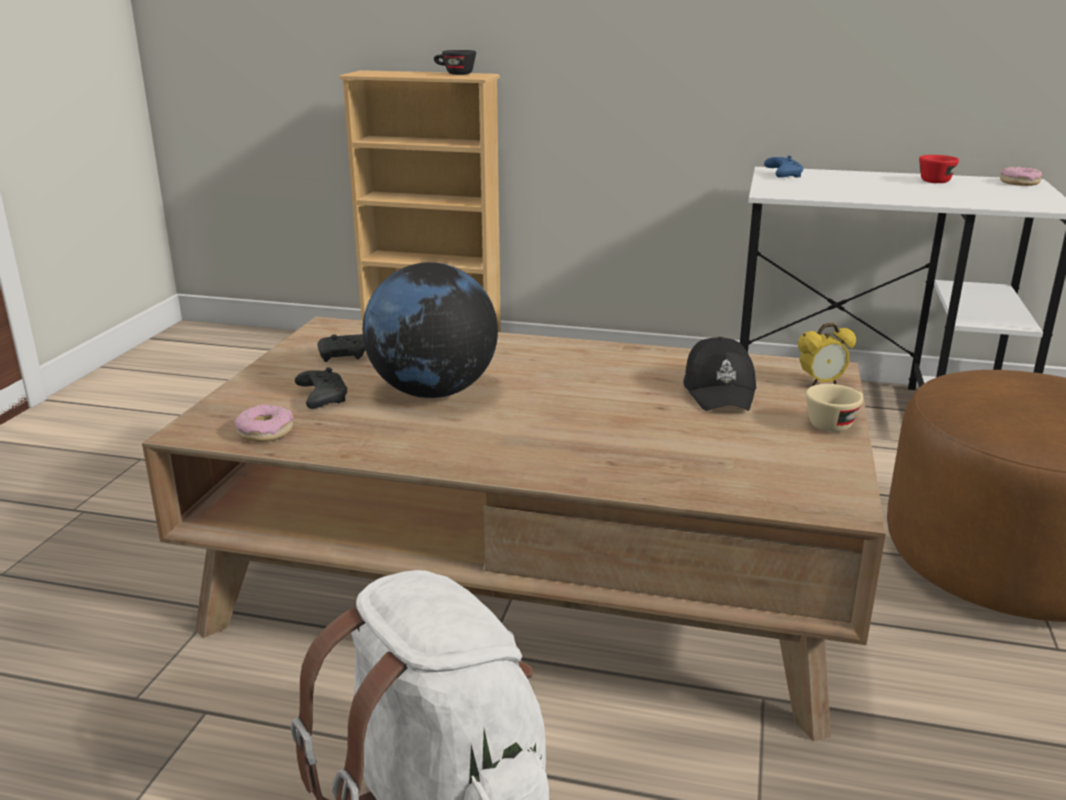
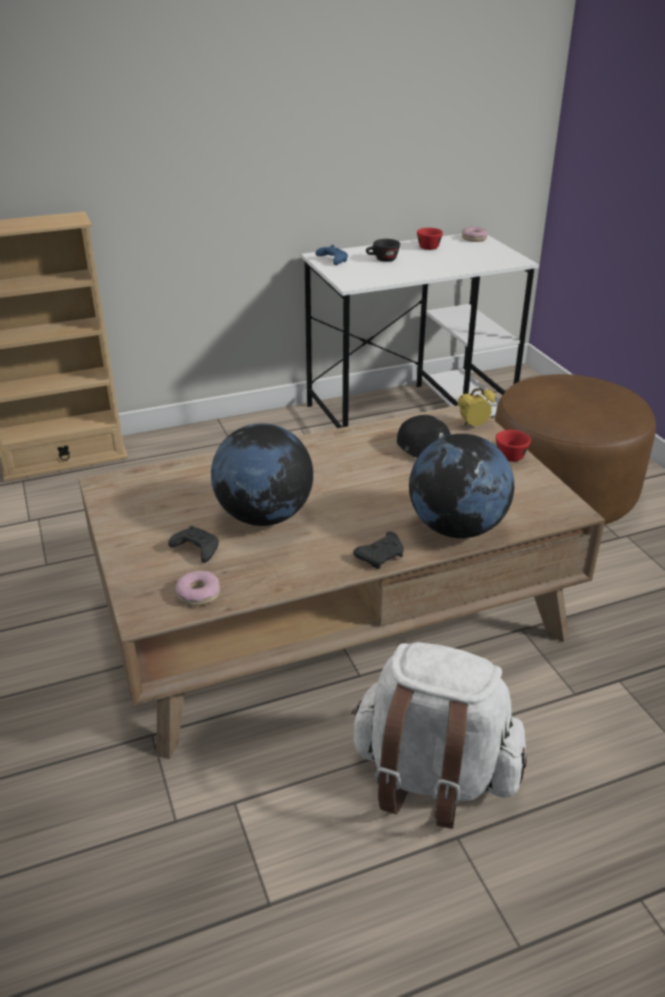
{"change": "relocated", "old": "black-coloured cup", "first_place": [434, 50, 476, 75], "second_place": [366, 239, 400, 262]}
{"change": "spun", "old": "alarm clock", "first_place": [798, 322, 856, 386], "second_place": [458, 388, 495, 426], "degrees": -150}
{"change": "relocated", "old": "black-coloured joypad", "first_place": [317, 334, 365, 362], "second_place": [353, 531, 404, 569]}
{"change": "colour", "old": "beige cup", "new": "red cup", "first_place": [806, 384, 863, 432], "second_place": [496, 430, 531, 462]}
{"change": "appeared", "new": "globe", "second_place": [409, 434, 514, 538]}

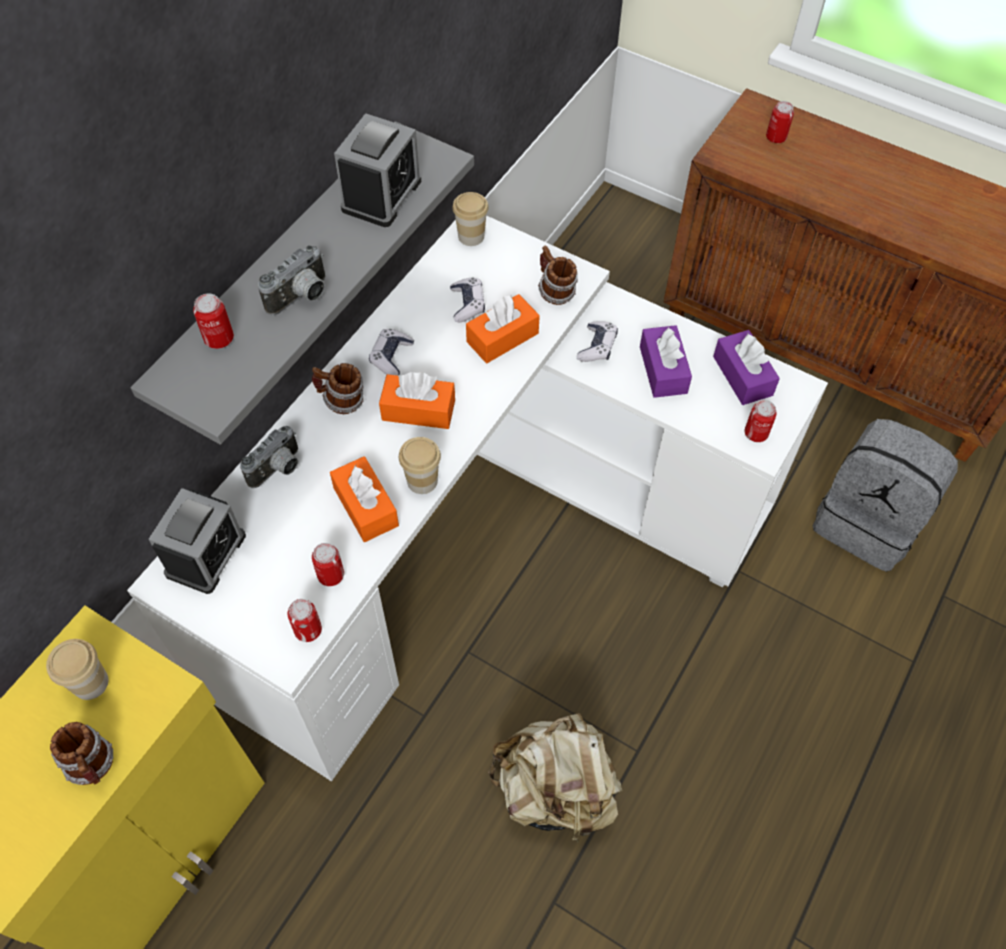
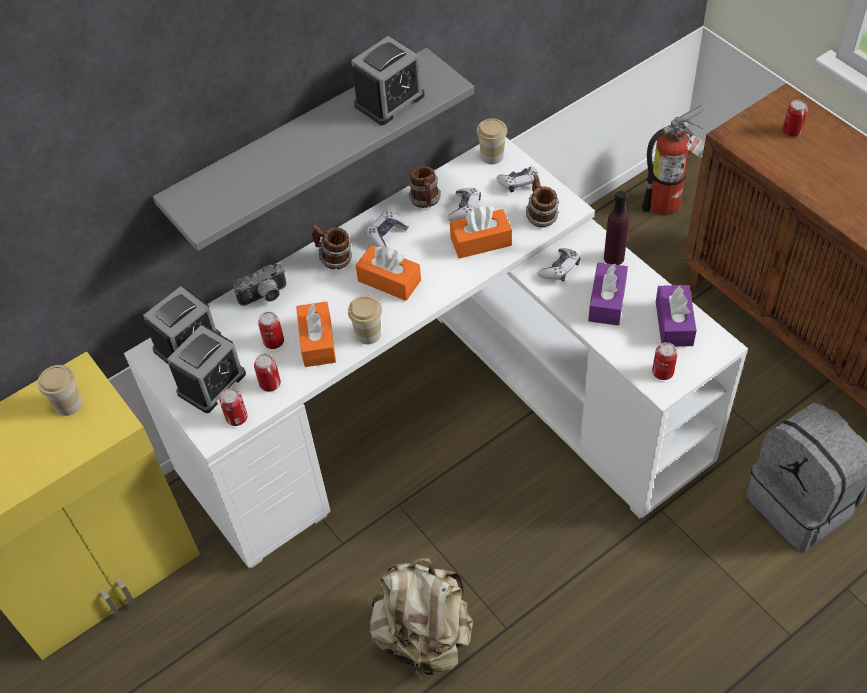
{"change": "missing", "old": "photo camera", "first_place": [258, 245, 325, 315]}
{"change": "relocated", "old": "sealed can", "first_place": [193, 293, 234, 349], "second_place": [258, 312, 284, 349]}
{"change": "relocated", "old": "coffee mug", "first_place": [50, 722, 113, 785], "second_place": [408, 166, 441, 208]}
{"change": "appeared", "new": "fire-fighting cylinder", "second_place": [642, 105, 705, 216]}
{"change": "appeared", "new": "joypad", "second_place": [497, 166, 539, 193]}
{"change": "appeared", "new": "purple drink bottle", "second_place": [604, 191, 629, 265]}
{"change": "appeared", "new": "alarm clock", "second_place": [167, 325, 246, 413]}

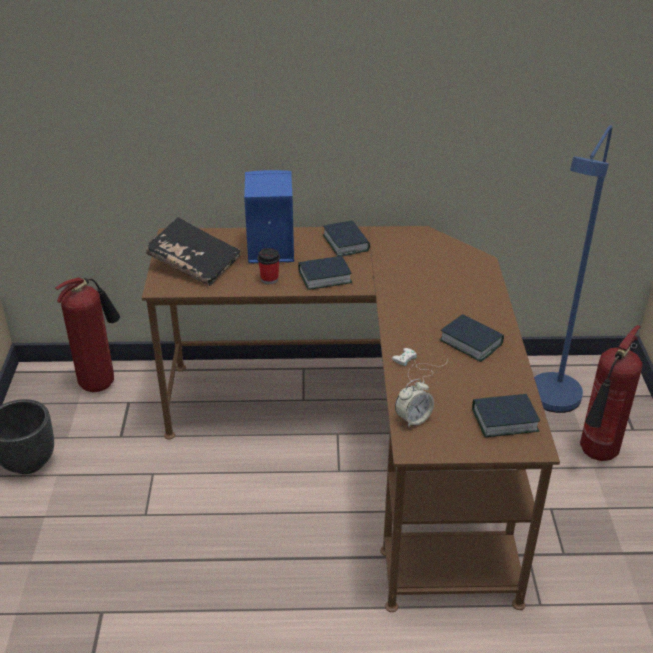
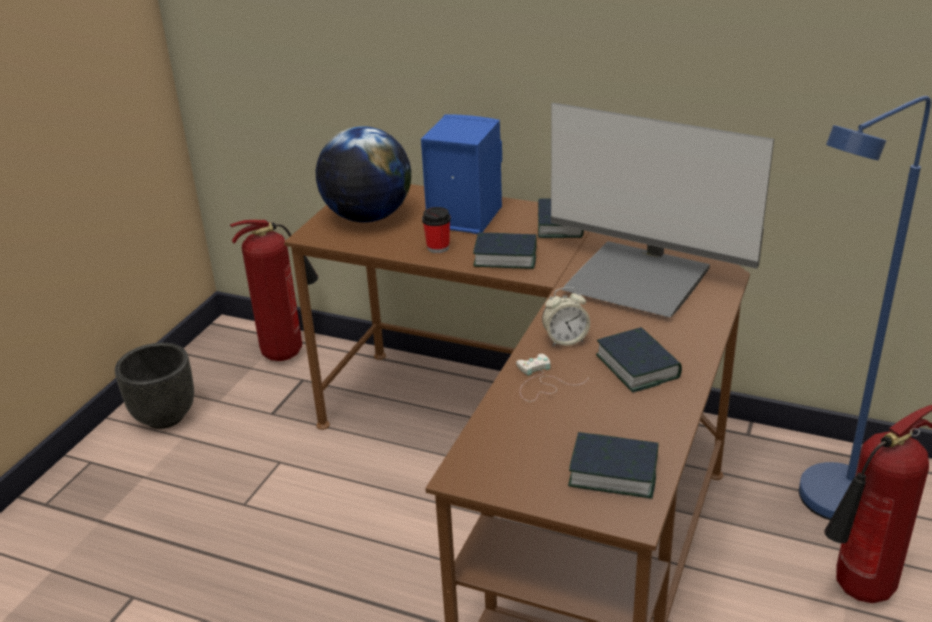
{"change": "exchanged", "old": "black-coloured volume", "new": "globe", "first_place": [146, 217, 241, 286], "second_place": [316, 126, 411, 223]}
{"change": "relocated", "old": "alarm clock", "first_place": [395, 379, 434, 427], "second_place": [542, 287, 590, 346]}
{"change": "appeared", "new": "monitor", "second_place": [551, 103, 774, 317]}

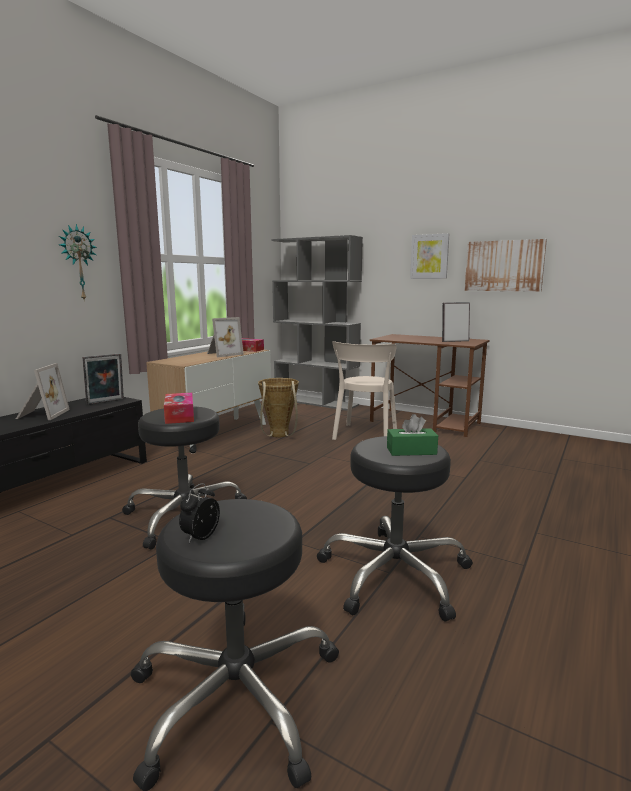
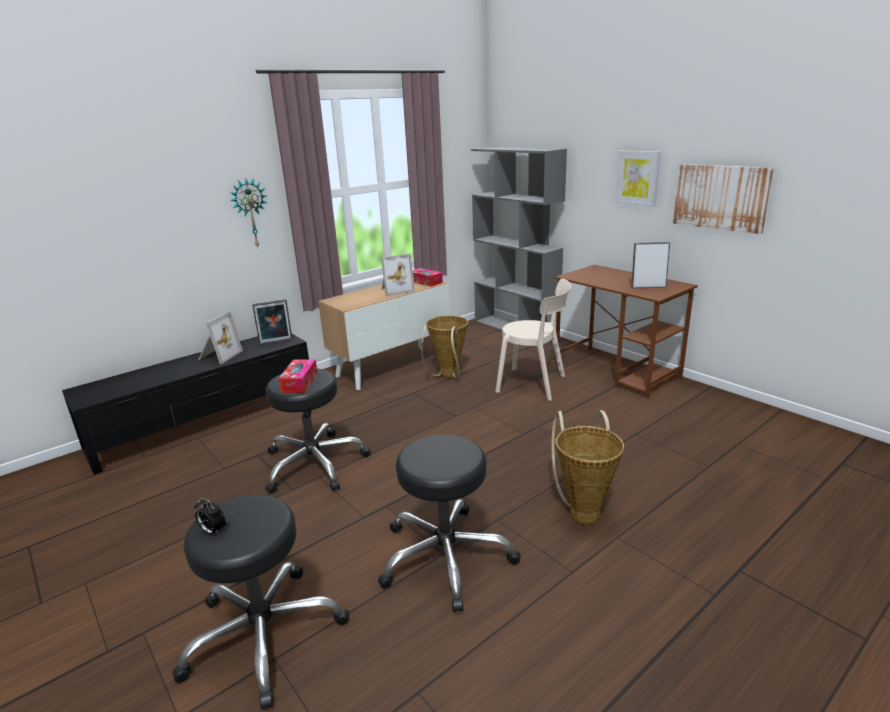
{"change": "spun", "old": "beige chair", "first_place": [332, 341, 397, 440], "second_place": [495, 279, 571, 401], "degrees": -105}
{"change": "missing", "old": "greenish tissue holder", "first_place": [387, 414, 438, 456]}
{"change": "spun", "old": "alarm clock", "first_place": [179, 483, 220, 543], "second_place": [194, 498, 226, 535], "degrees": -105}
{"change": "appeared", "new": "storage basket", "second_place": [551, 410, 624, 525]}

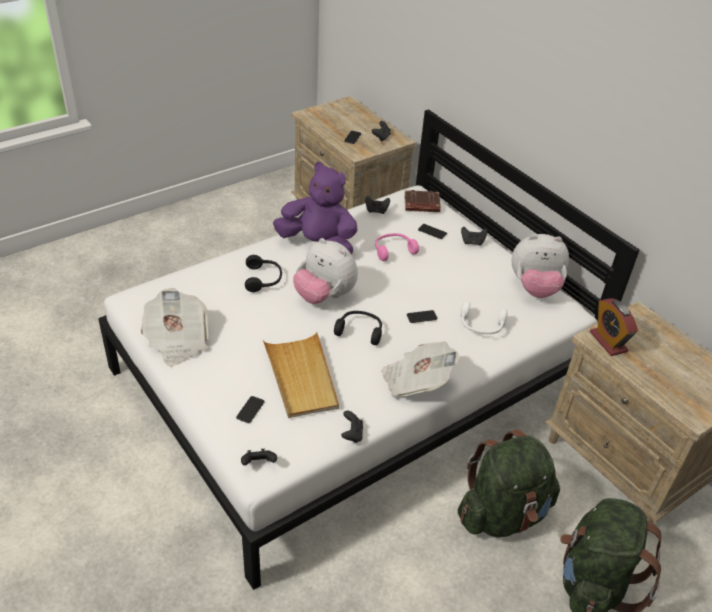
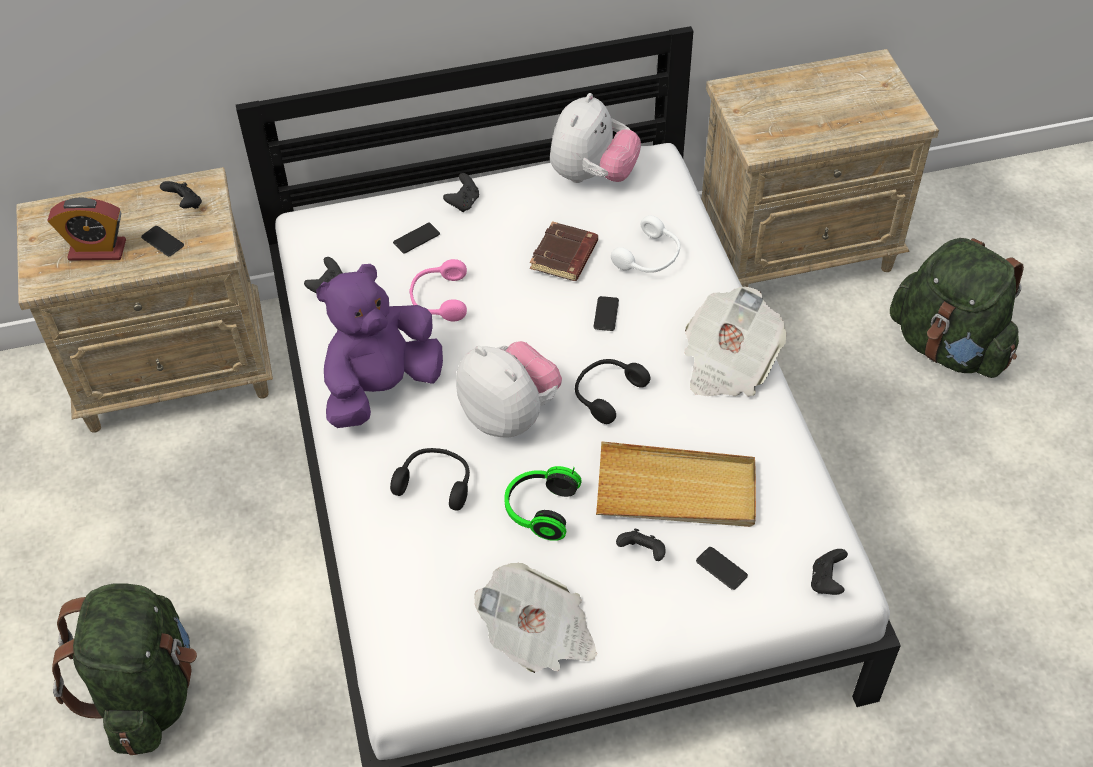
{"change": "relocated", "old": "brown volume", "first_place": [404, 190, 441, 212], "second_place": [530, 221, 598, 281]}
{"change": "spun", "old": "plush toy", "first_place": [293, 238, 358, 304], "second_place": [456, 341, 562, 438], "degrees": -105}
{"change": "relocated", "old": "alarm clock", "first_place": [590, 298, 638, 356], "second_place": [48, 197, 126, 261]}
{"change": "relocated", "old": "black-coloured joypad", "first_place": [341, 411, 363, 443], "second_place": [616, 528, 666, 561]}
{"change": "relocated", "old": "greenish backpack", "first_place": [458, 430, 560, 538], "second_place": [52, 583, 197, 755]}
{"change": "appeared", "new": "pair of headphones", "second_place": [504, 466, 582, 541]}

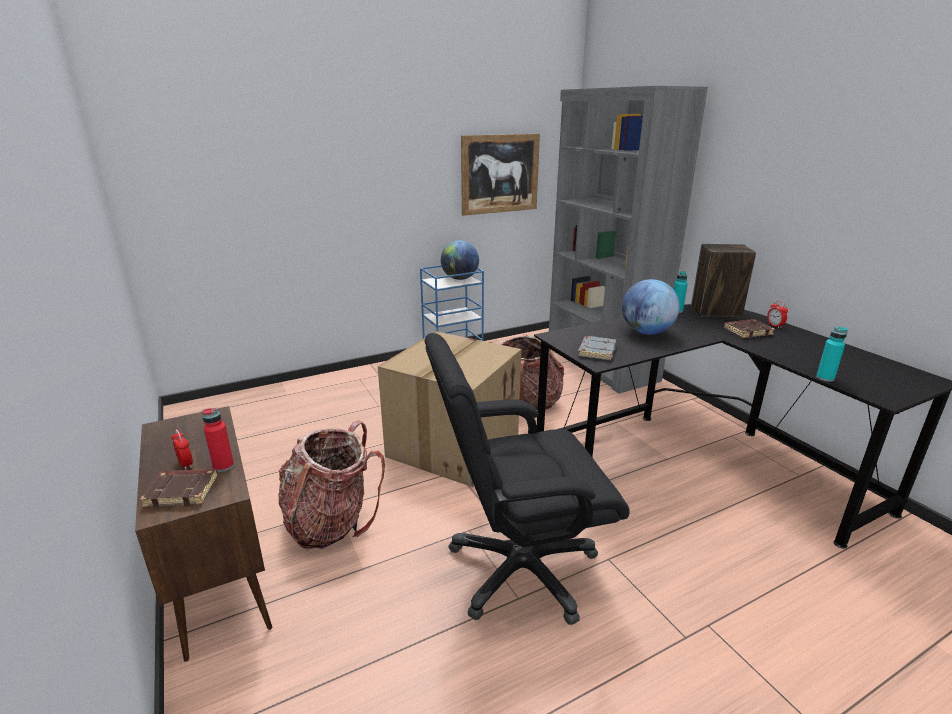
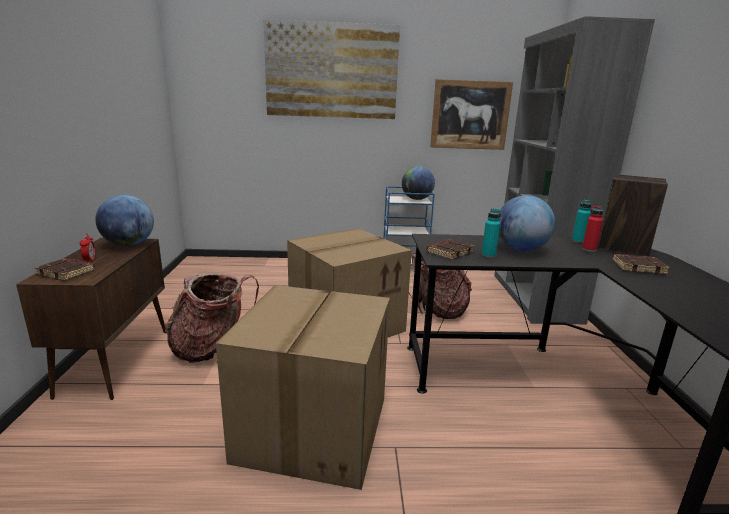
{"change": "missing", "old": "alarm clock", "first_place": [767, 301, 788, 328]}
{"change": "relocated", "old": "turquoise drink bottle", "first_place": [816, 327, 848, 382], "second_place": [481, 209, 501, 258]}
{"change": "exchanged", "old": "black-coloured office chair", "new": "packing box", "first_place": [425, 333, 630, 625], "second_place": [216, 285, 390, 490]}
{"change": "colour", "old": "gray volume", "new": "brown volume", "first_place": [578, 336, 616, 360], "second_place": [427, 239, 474, 260]}
{"change": "relocated", "old": "red drink bottle", "first_place": [202, 408, 234, 472], "second_place": [582, 206, 603, 252]}
{"change": "appeared", "new": "picture", "second_place": [263, 19, 400, 119]}
{"change": "appeared", "new": "globe", "second_place": [95, 195, 154, 246]}

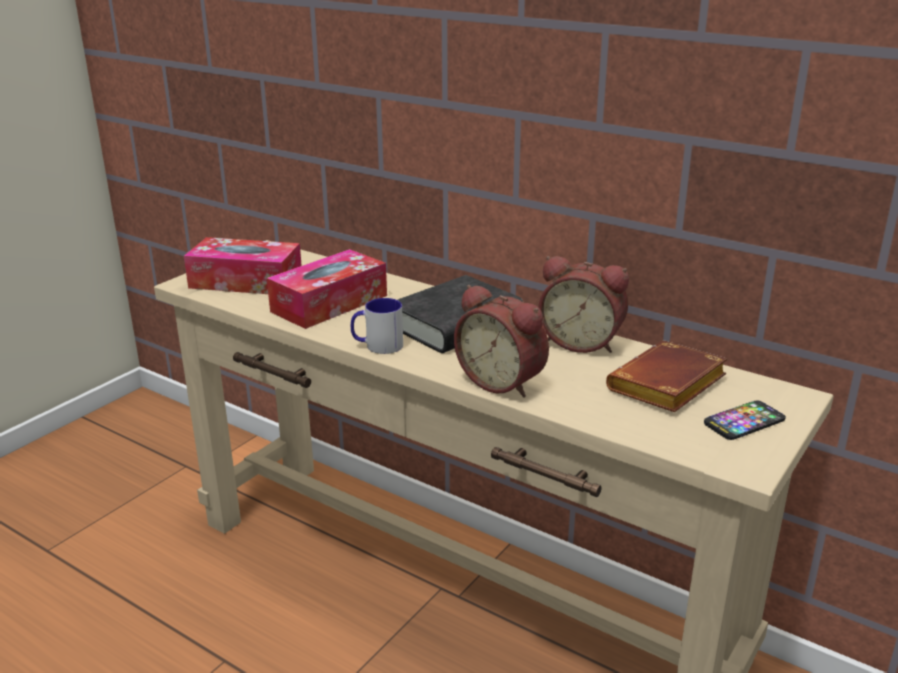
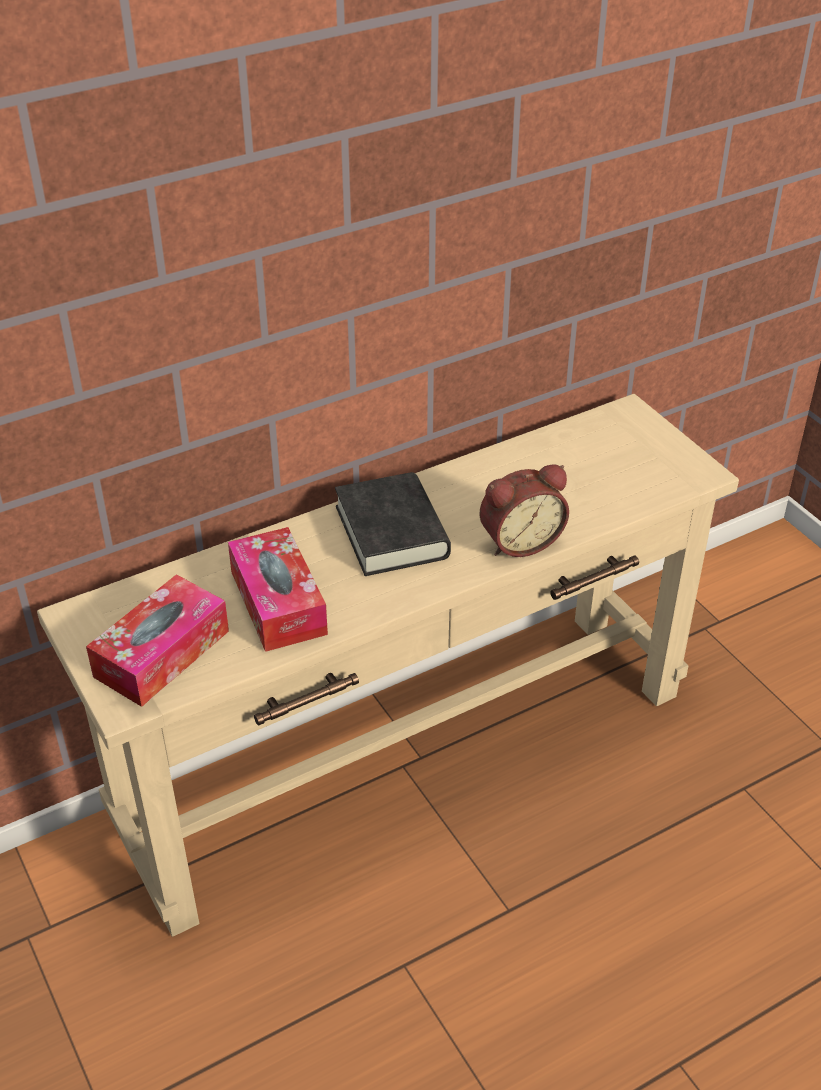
{"change": "missing", "old": "alarm clock", "first_place": [538, 256, 629, 353]}
{"change": "missing", "old": "coffee mug", "first_place": [351, 298, 403, 354]}
{"change": "missing", "old": "brown volume", "first_place": [606, 340, 727, 412]}
{"change": "missing", "old": "phone", "first_place": [704, 400, 786, 440]}

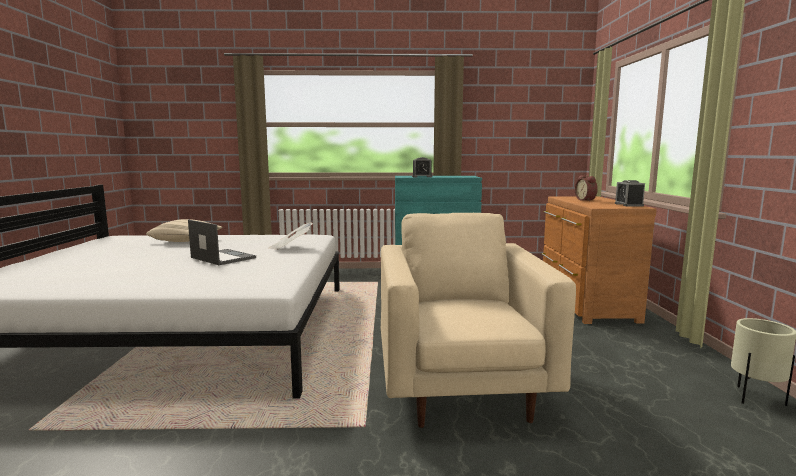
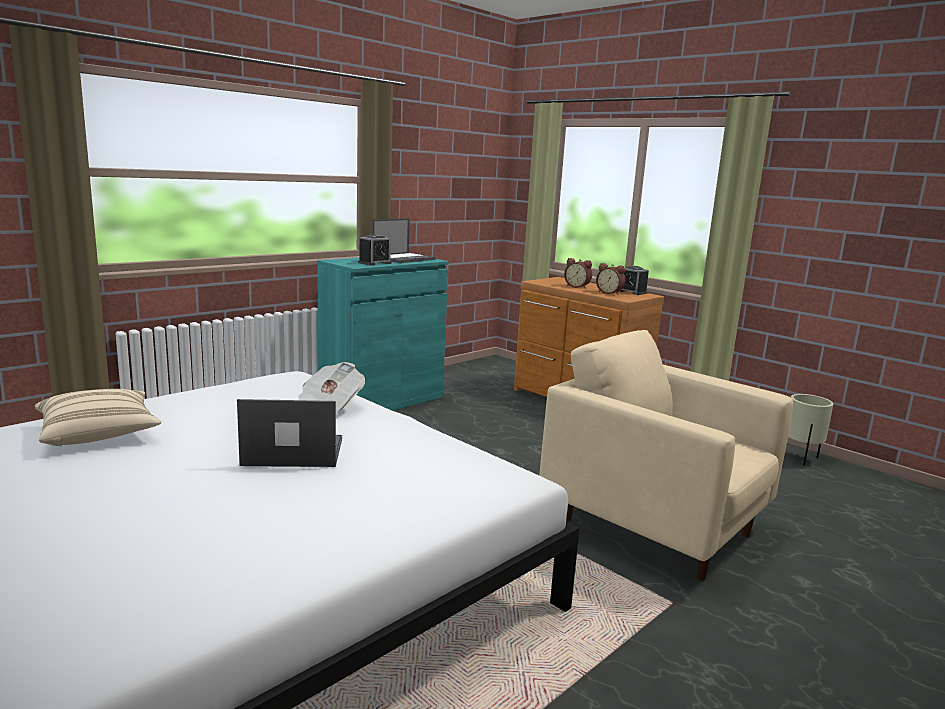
{"change": "appeared", "new": "laptop", "second_place": [372, 218, 436, 263]}
{"change": "appeared", "new": "alarm clock", "second_place": [596, 263, 625, 295]}

